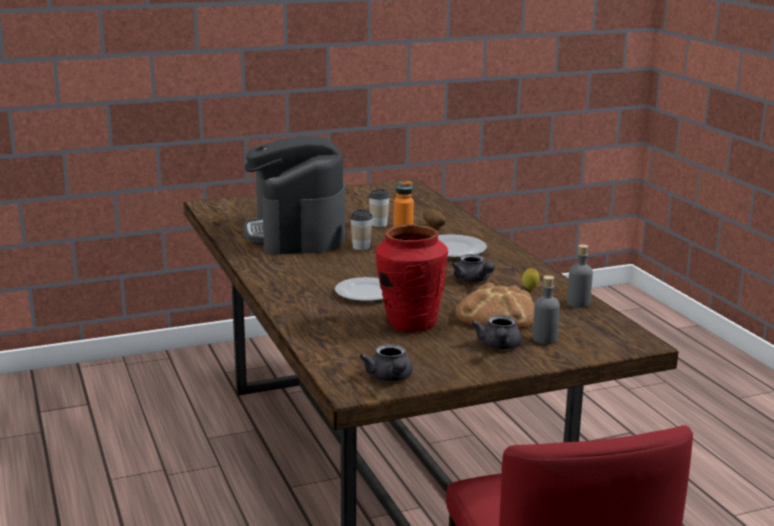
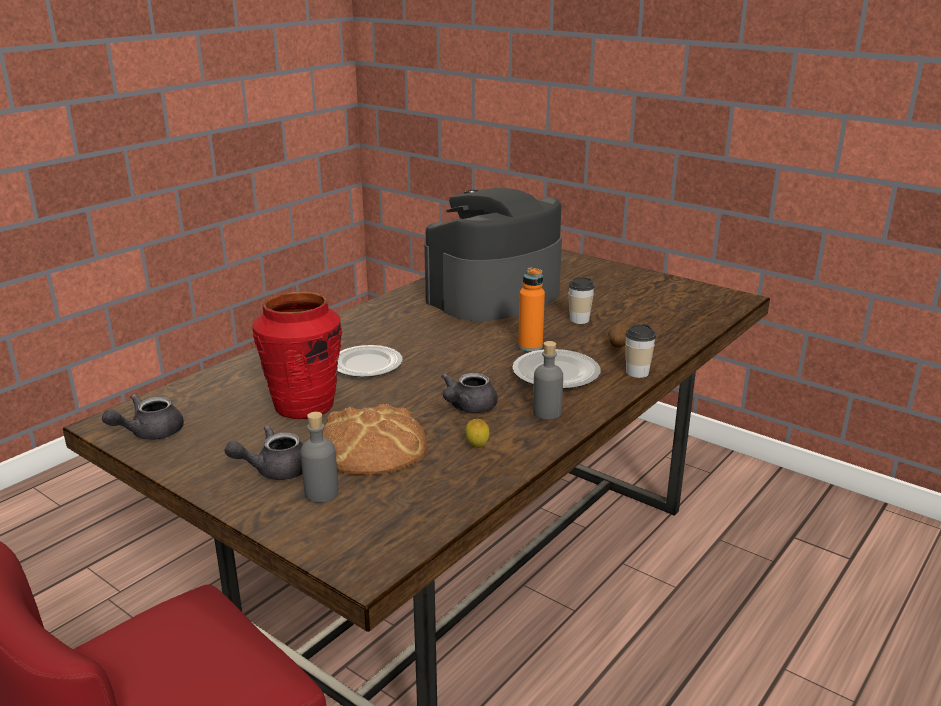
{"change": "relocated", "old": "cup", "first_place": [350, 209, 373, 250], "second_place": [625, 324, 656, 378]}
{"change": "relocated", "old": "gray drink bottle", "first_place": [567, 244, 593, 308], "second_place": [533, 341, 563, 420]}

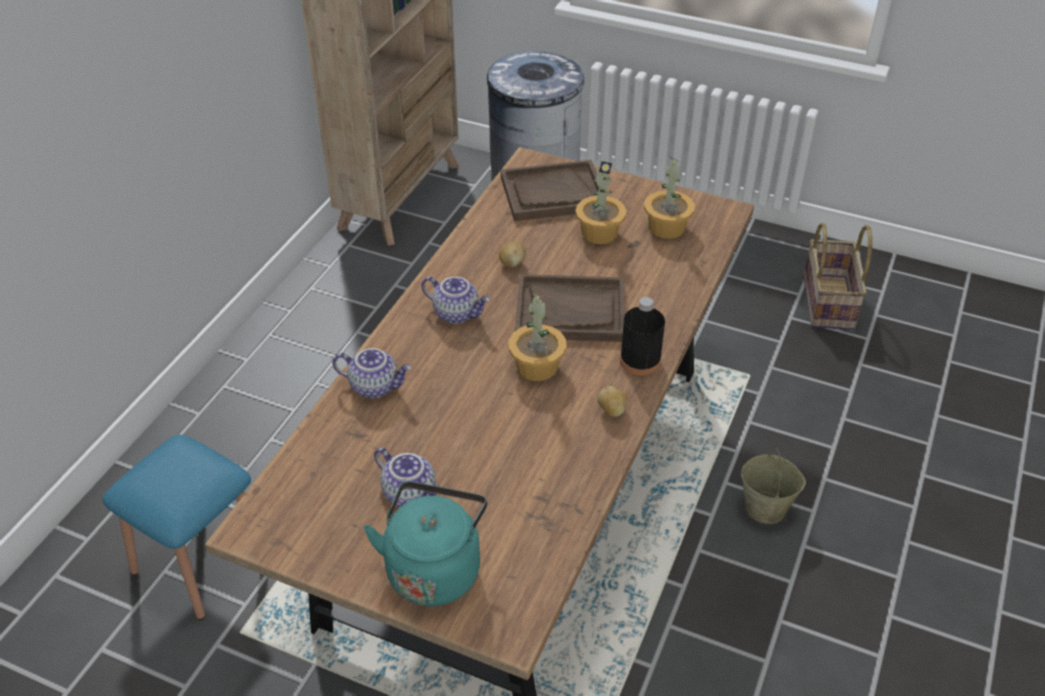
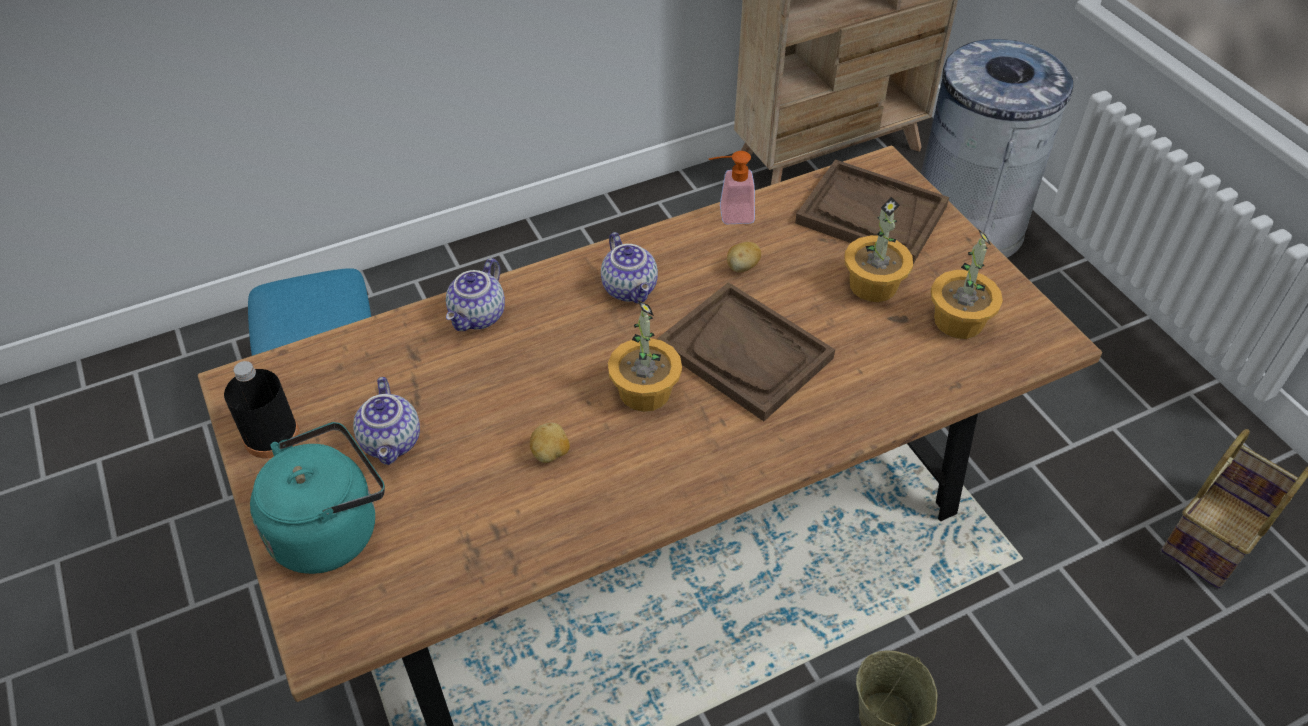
{"change": "relocated", "old": "black-coloured drink bottle", "first_place": [620, 297, 665, 376], "second_place": [224, 361, 299, 458]}
{"change": "spun", "old": "teapot", "first_place": [333, 348, 412, 398], "second_place": [446, 258, 505, 331], "degrees": 60}
{"change": "relocated", "old": "spud", "first_place": [598, 386, 628, 417], "second_place": [530, 423, 570, 463]}
{"change": "appeared", "new": "soap dispenser", "second_place": [709, 151, 755, 224]}

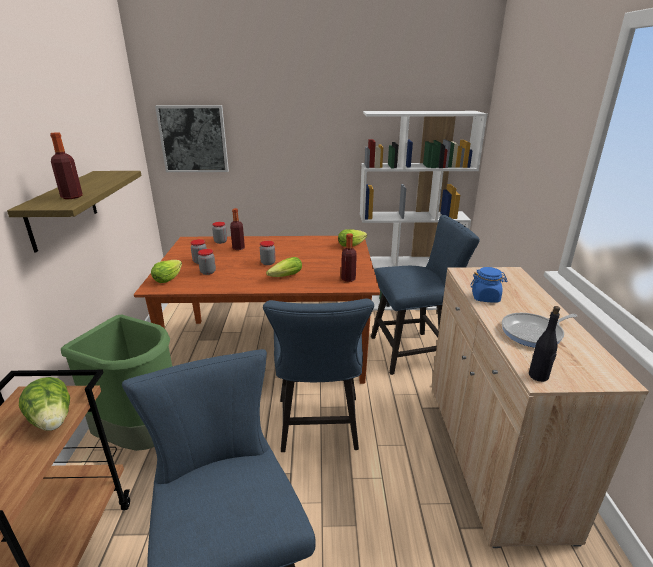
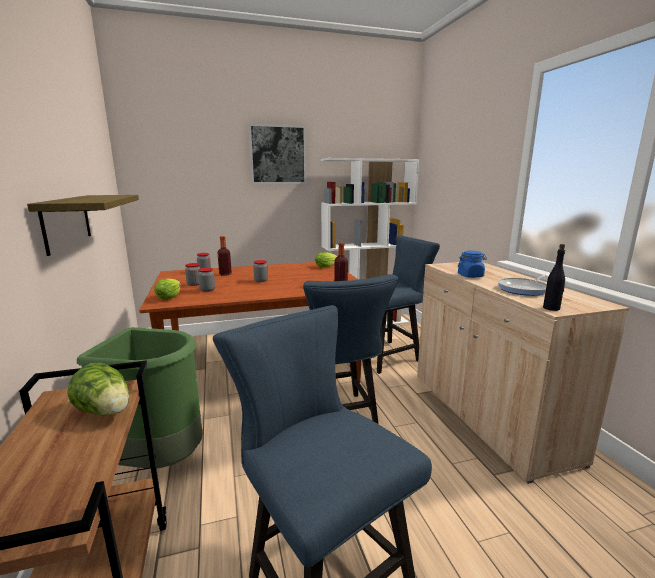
{"change": "relocated", "old": "picture", "first_place": [155, 105, 229, 172], "second_place": [248, 124, 306, 184]}
{"change": "missing", "old": "drink bottle", "first_place": [50, 132, 83, 199]}
{"change": "missing", "old": "lettuce", "first_place": [266, 257, 302, 277]}

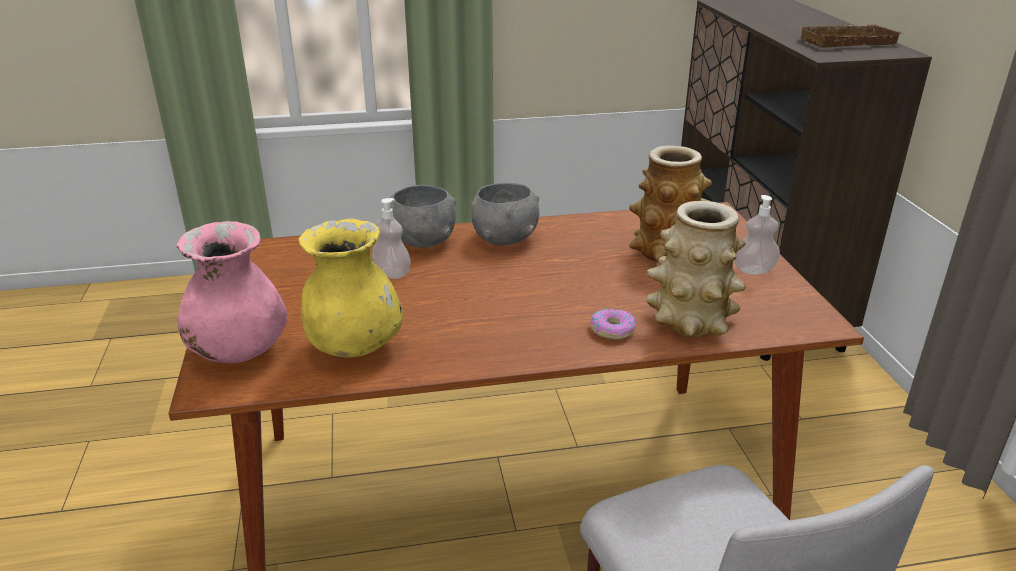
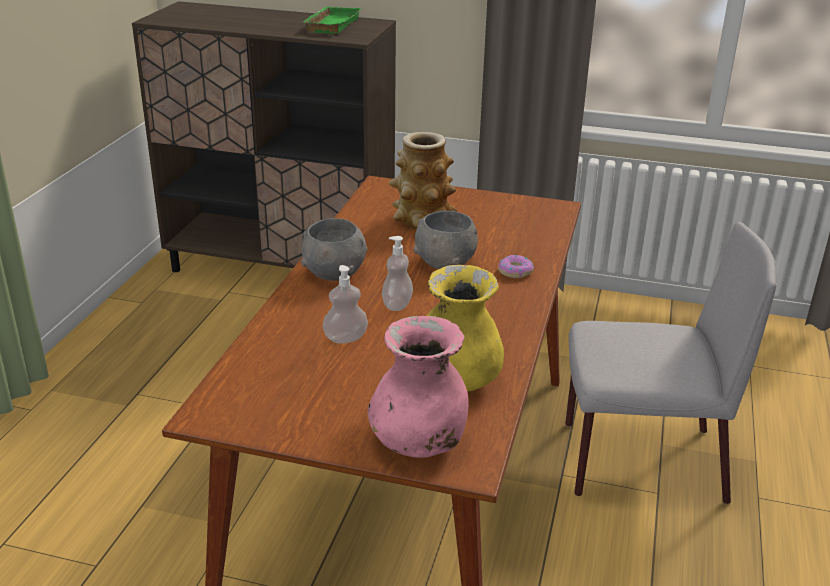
{"change": "colour", "old": "brown tray", "new": "greenish tray", "first_place": [799, 24, 902, 48], "second_place": [303, 7, 361, 34]}
{"change": "relocated", "old": "gray serving bowl", "first_place": [390, 185, 456, 248], "second_place": [413, 211, 478, 269]}
{"change": "relocated", "old": "soap dispenser", "first_place": [735, 195, 780, 274], "second_place": [382, 236, 413, 311]}
{"change": "missing", "old": "vase", "first_place": [645, 201, 746, 337]}

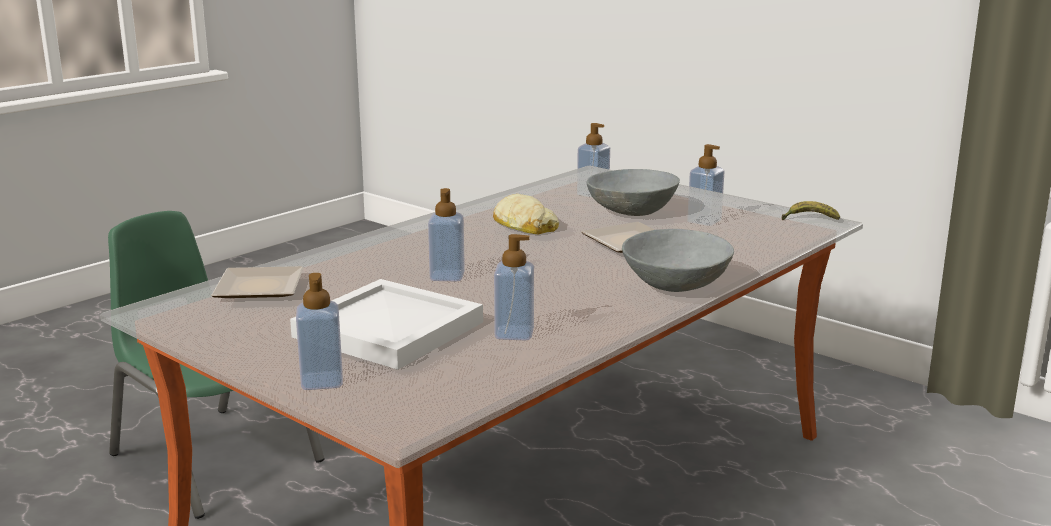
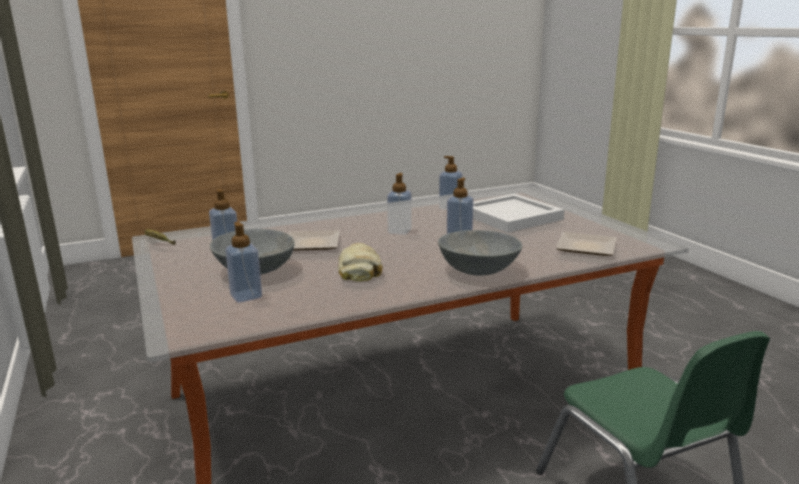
{"change": "relocated", "old": "gray serving bowl", "first_place": [622, 229, 734, 292], "second_place": [438, 230, 522, 276]}
{"change": "relocated", "old": "soap dispenser", "first_place": [296, 273, 343, 390], "second_place": [387, 173, 412, 235]}

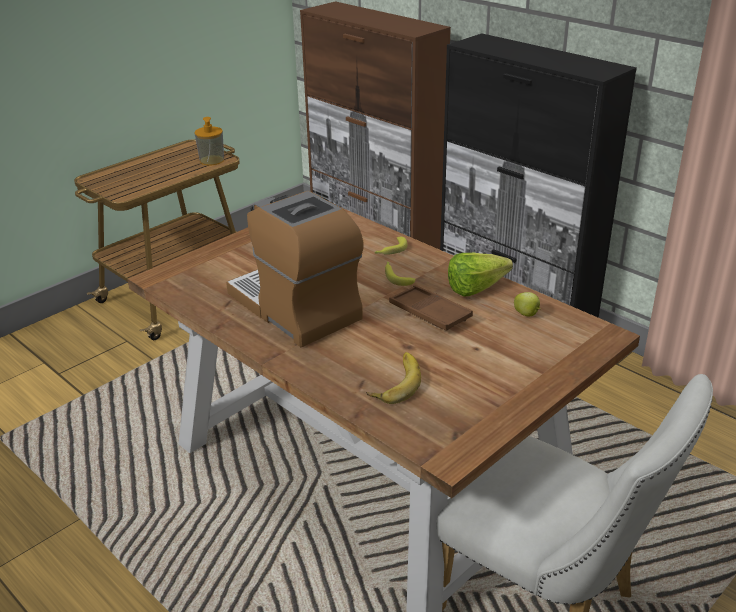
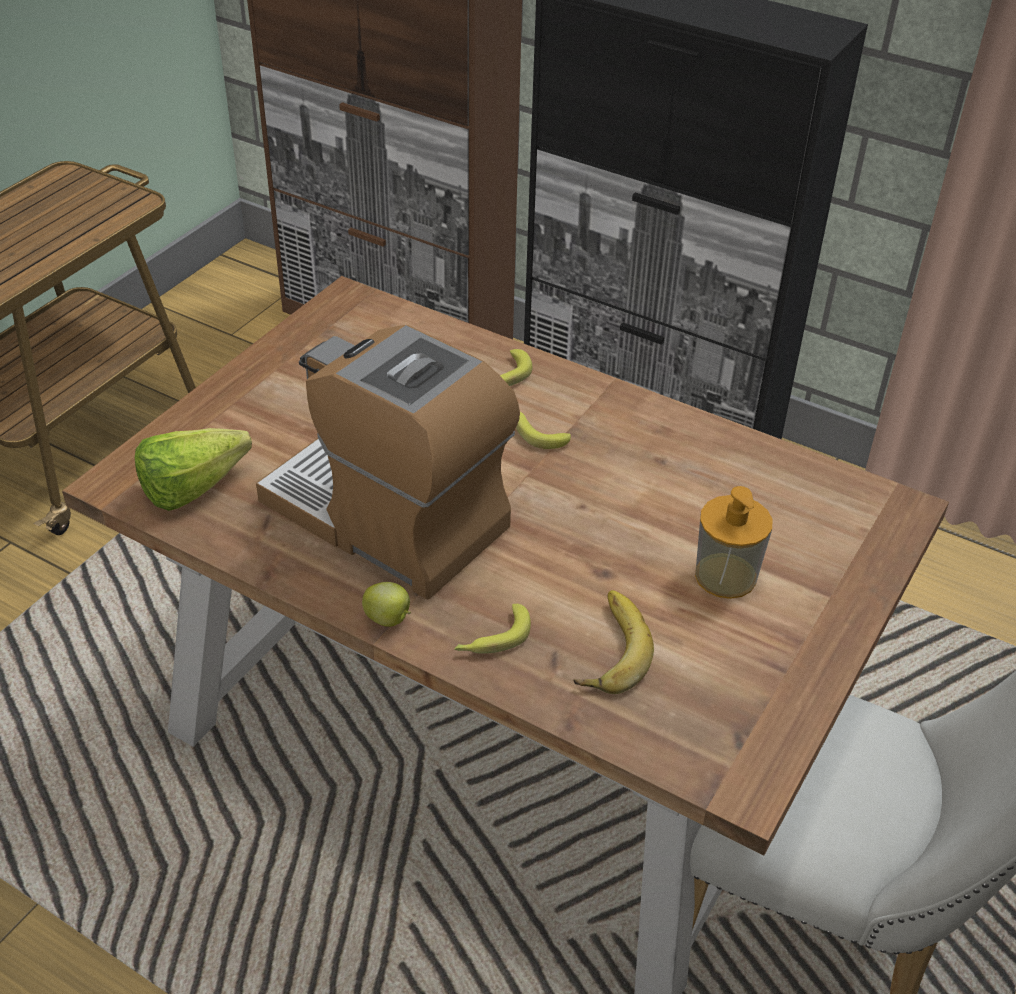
{"change": "relocated", "old": "soap dispenser", "first_place": [194, 117, 224, 165], "second_place": [695, 486, 773, 599]}
{"change": "relocated", "old": "lettuce", "first_place": [448, 253, 513, 297], "second_place": [135, 428, 252, 511]}
{"change": "missing", "old": "brown tray", "first_place": [389, 285, 473, 330]}
{"change": "relocated", "old": "apple fruit", "first_place": [514, 292, 541, 316], "second_place": [362, 582, 411, 627]}
{"change": "appeared", "new": "banana", "second_place": [454, 604, 531, 654]}

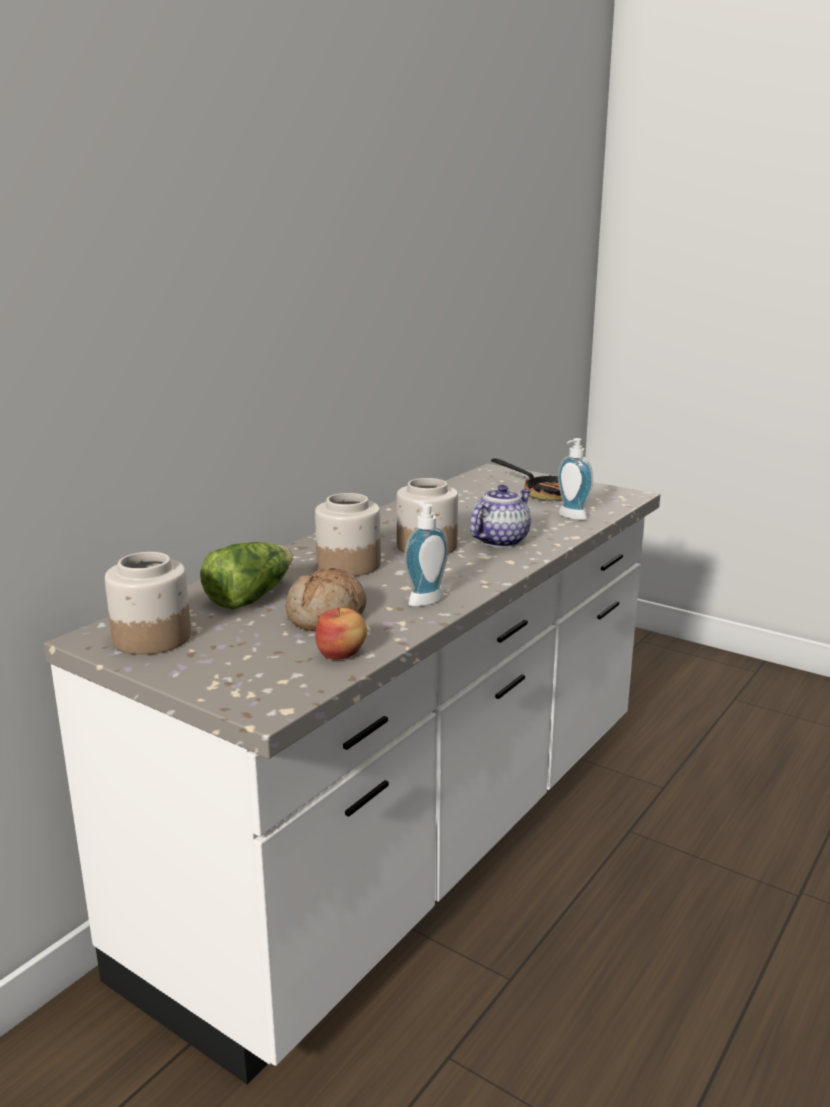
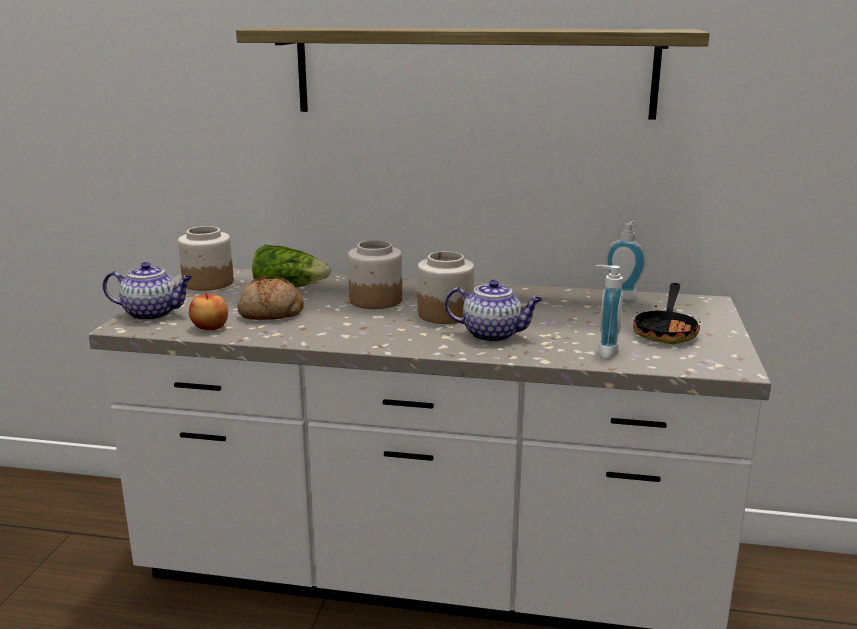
{"change": "relocated", "old": "soap dispenser", "first_place": [404, 500, 448, 607], "second_place": [606, 221, 646, 300]}
{"change": "appeared", "new": "shelf", "second_place": [236, 27, 710, 120]}
{"change": "appeared", "new": "teapot", "second_place": [103, 262, 193, 321]}

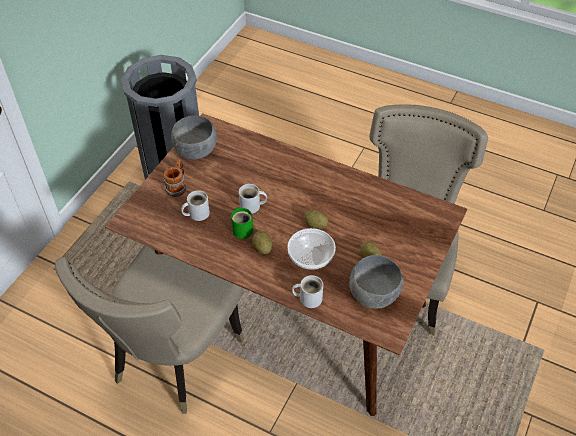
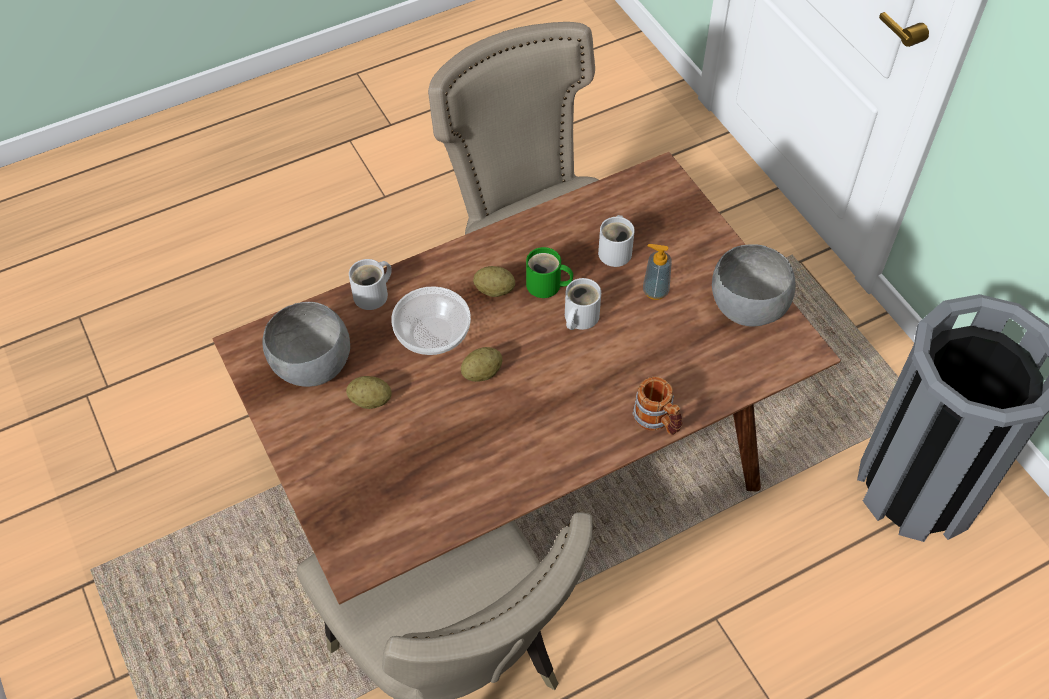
{"change": "relocated", "old": "coffee mug", "first_place": [163, 159, 186, 197], "second_place": [632, 377, 683, 435]}
{"change": "appeared", "new": "soap dispenser", "second_place": [643, 244, 672, 300]}

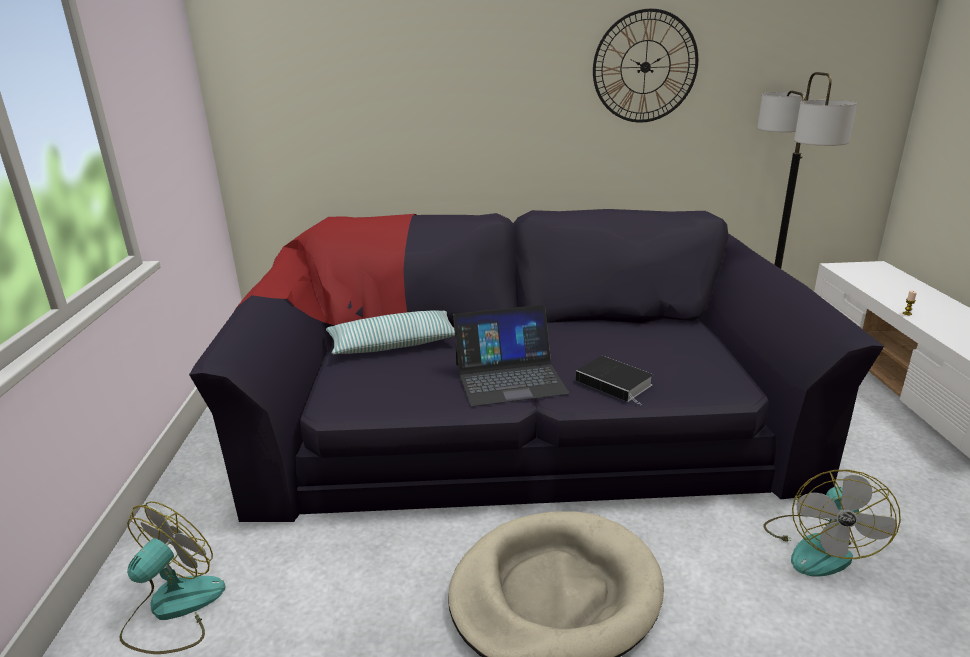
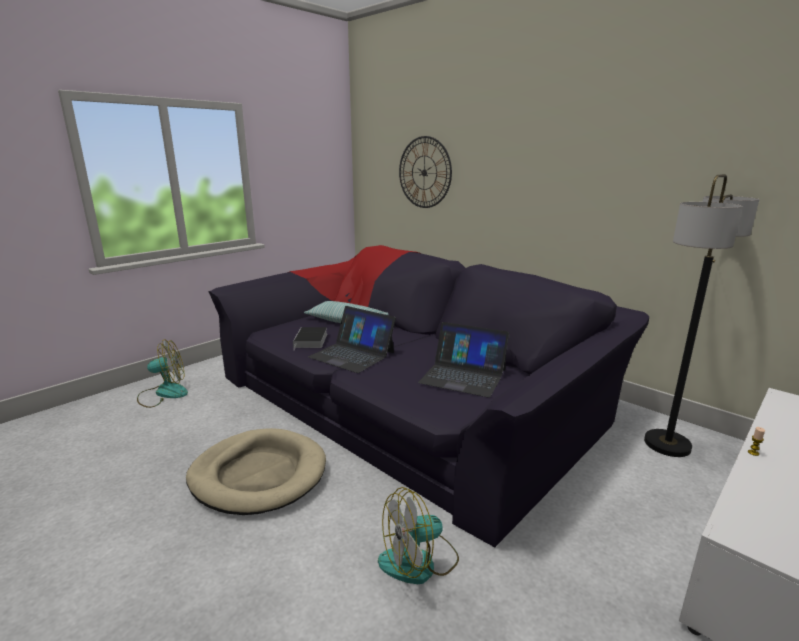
{"change": "relocated", "old": "clock on the wall", "first_place": [593, 9, 698, 123], "second_place": [399, 136, 452, 208]}
{"change": "relocated", "old": "volume", "first_place": [575, 356, 653, 405], "second_place": [293, 327, 327, 348]}
{"change": "appeared", "new": "laptop", "second_place": [418, 322, 509, 398]}

